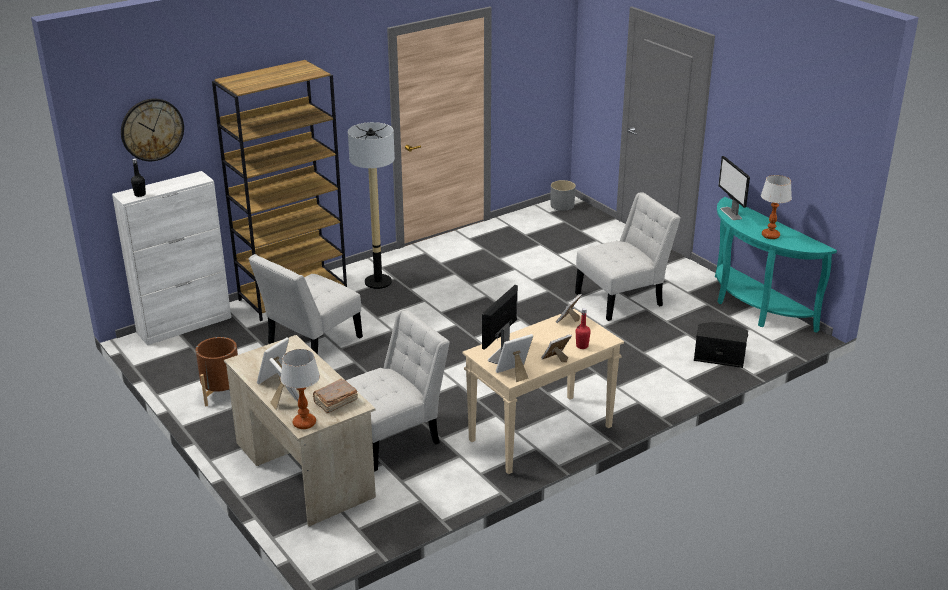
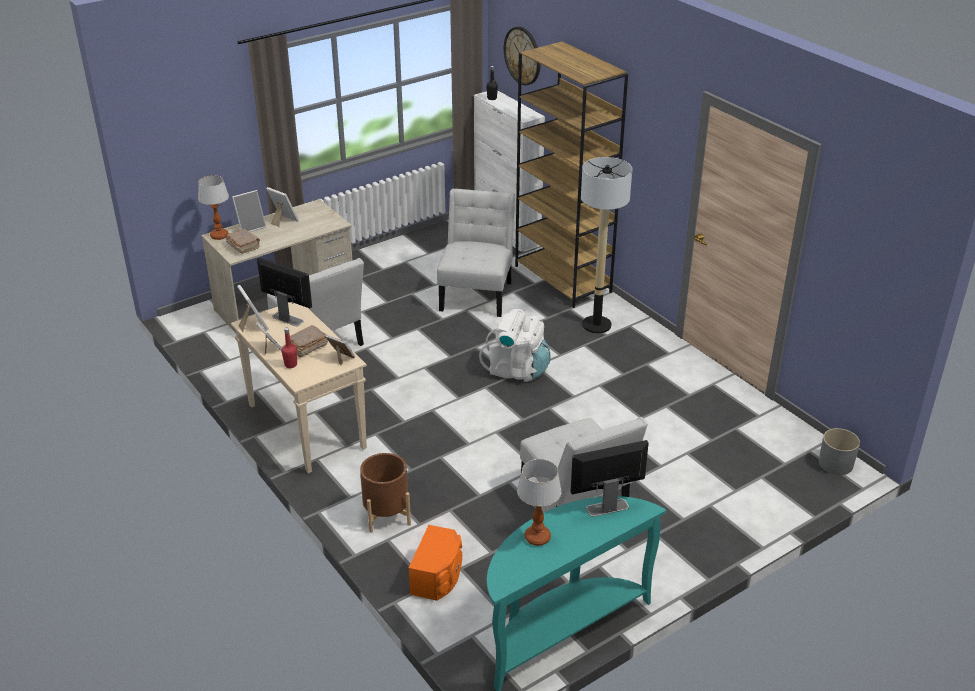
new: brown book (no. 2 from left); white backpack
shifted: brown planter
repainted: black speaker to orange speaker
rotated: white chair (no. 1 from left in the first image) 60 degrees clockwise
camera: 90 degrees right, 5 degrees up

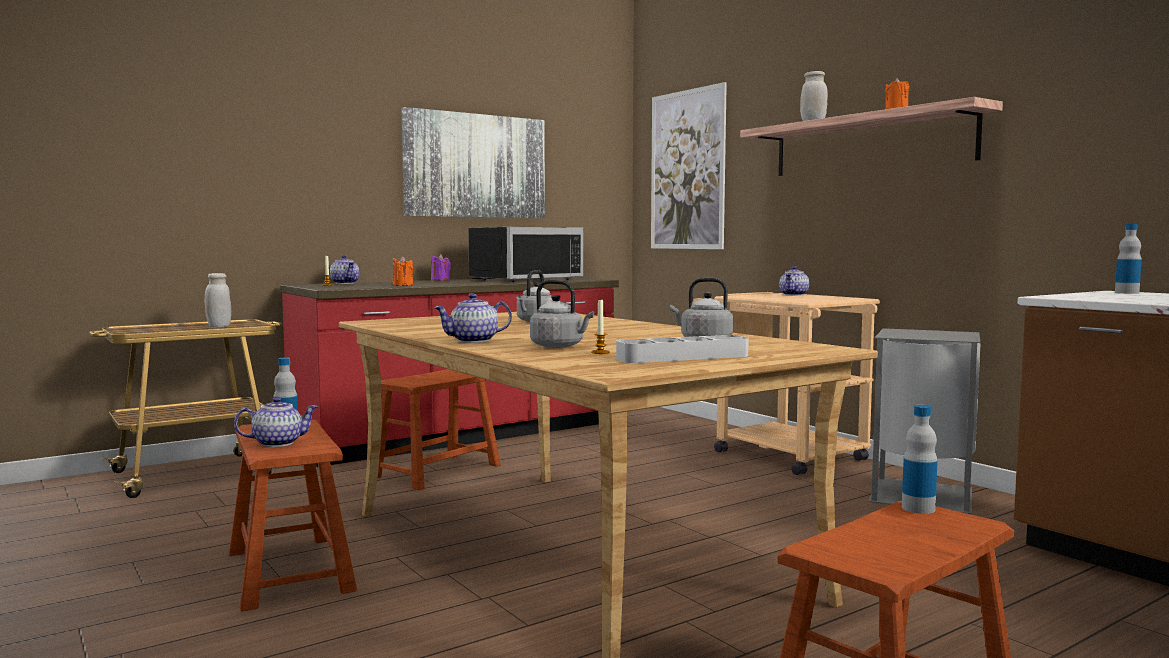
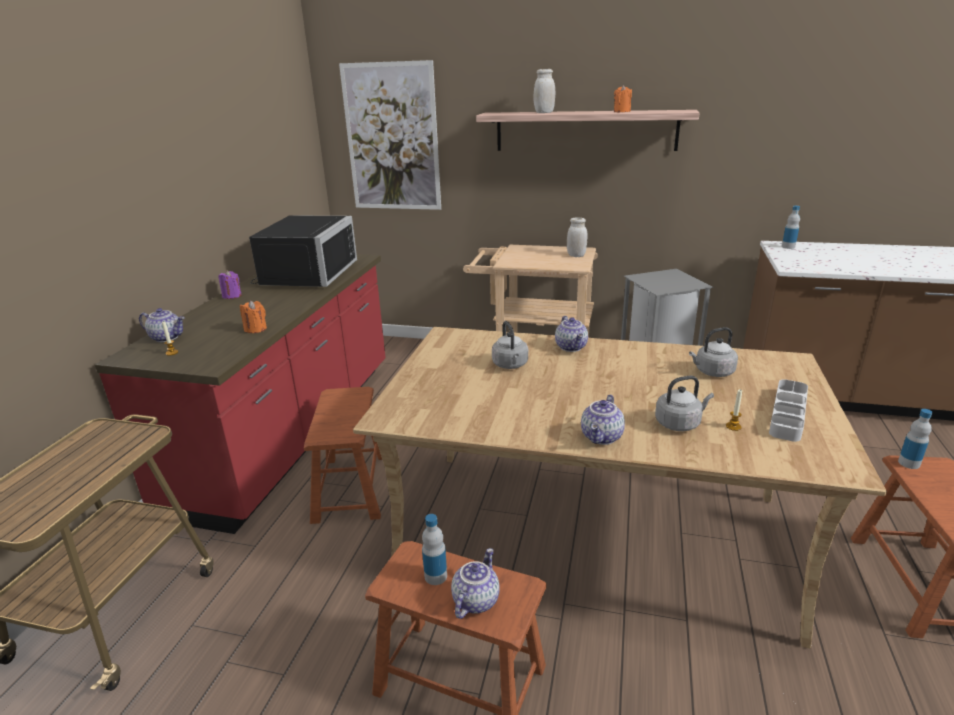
gone: picture (no. 1 from left)
shifted: white jar (no. 1 from left in the first image) to white jar (no. 2 from left); teapot (no. 4 from left in the first image) to teapot (no. 3 from left)
camera: 40 degrees left, 20 degrees up

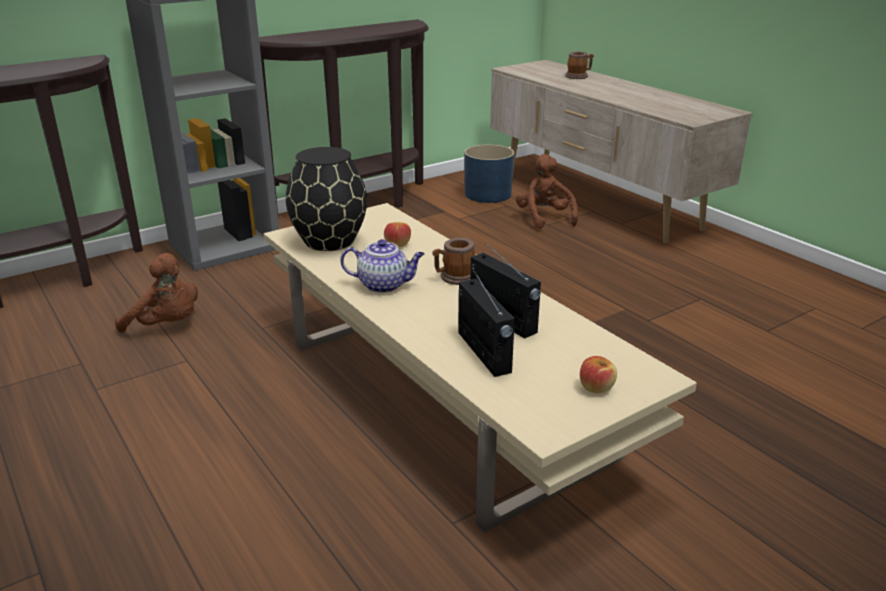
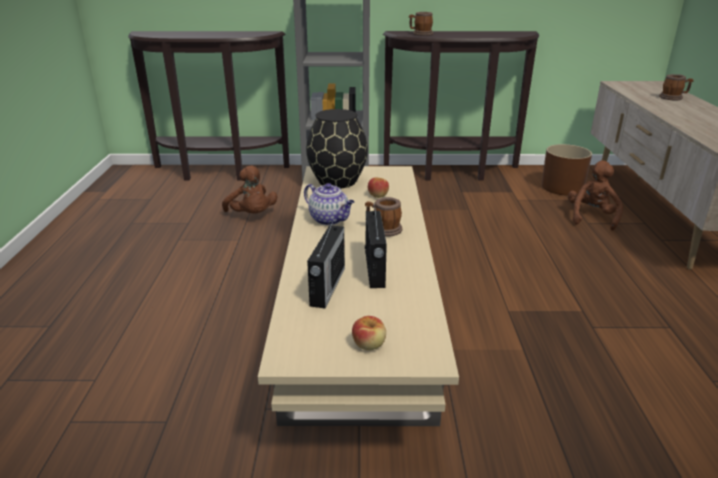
new: mug (no. 2 from left)
repainted: blue planter to brown planter
camera: 35 degrees right, 0 degrees up

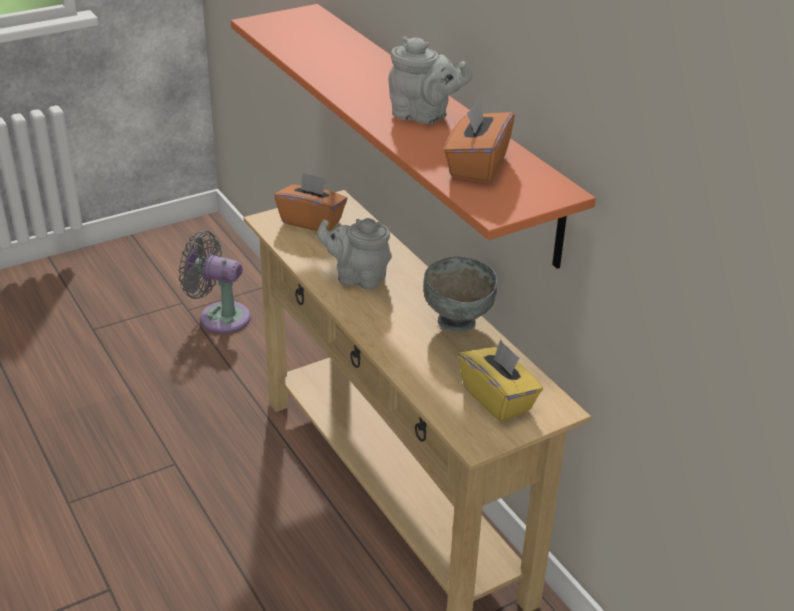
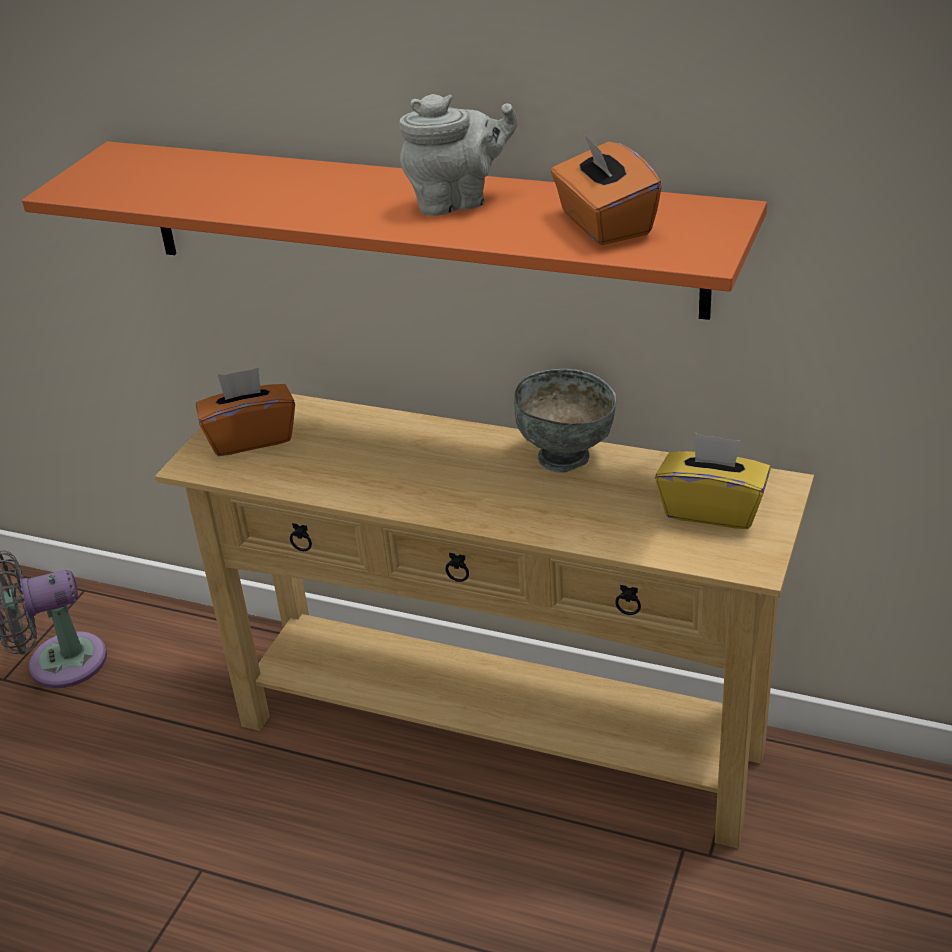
gone: grey teapot (no. 1 from left)
camera: 35 degrees left, 0 degrees up

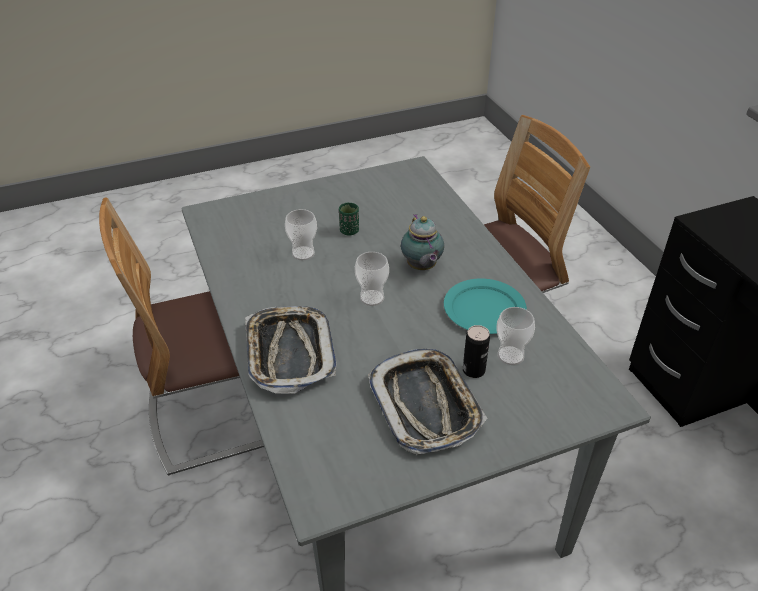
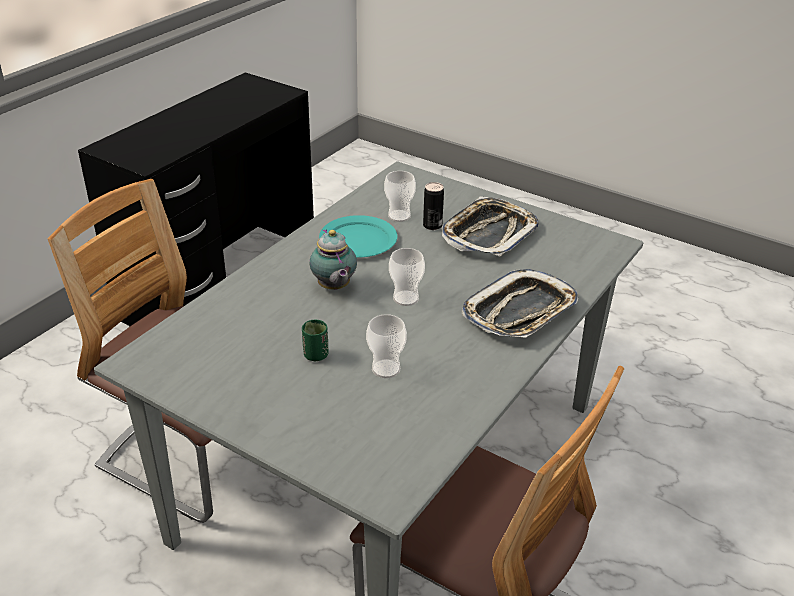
rotated: teapot 120 degrees clockwise
camera: 125 degrees left, 5 degrees down

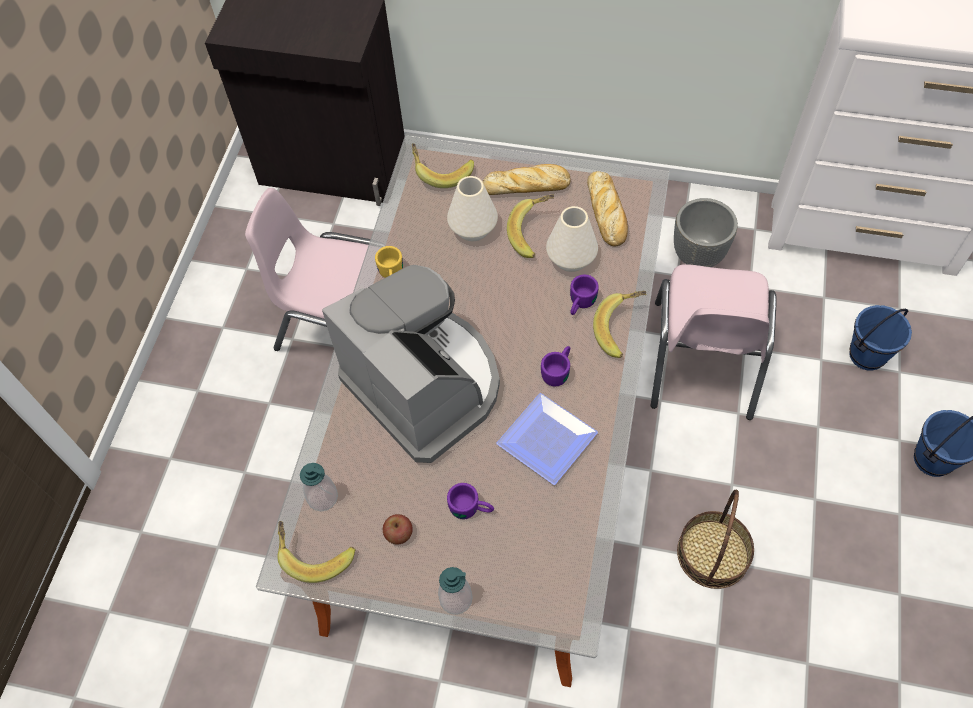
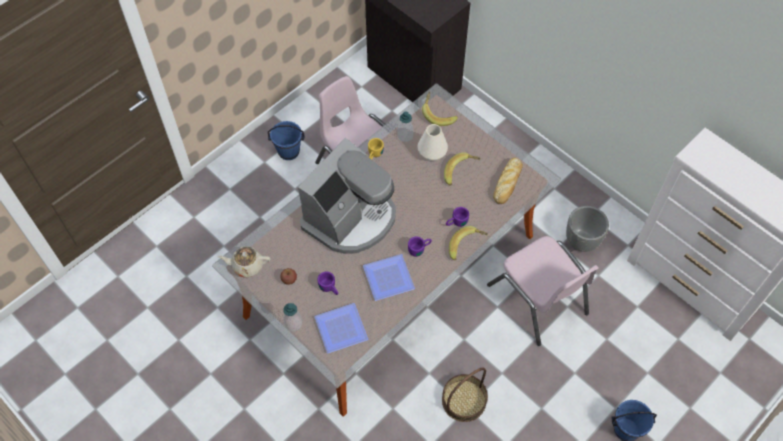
gone: bread (no. 1 from left); white vase (no. 2 from left)
new: plate (no. 1 from left)
shifted: soap dispenser (no. 1 from left in the first image) to soap dispenser (no. 2 from left); blue bucket (no. 1 from left)
swapped: banana (no. 1 from left) to beige teapot
rotated: coffee machine 45 degrees clockwise; pink chair (no. 2 from left) 75 degrees counterclockwise
camera: 30 degrees right, 0 degrees up

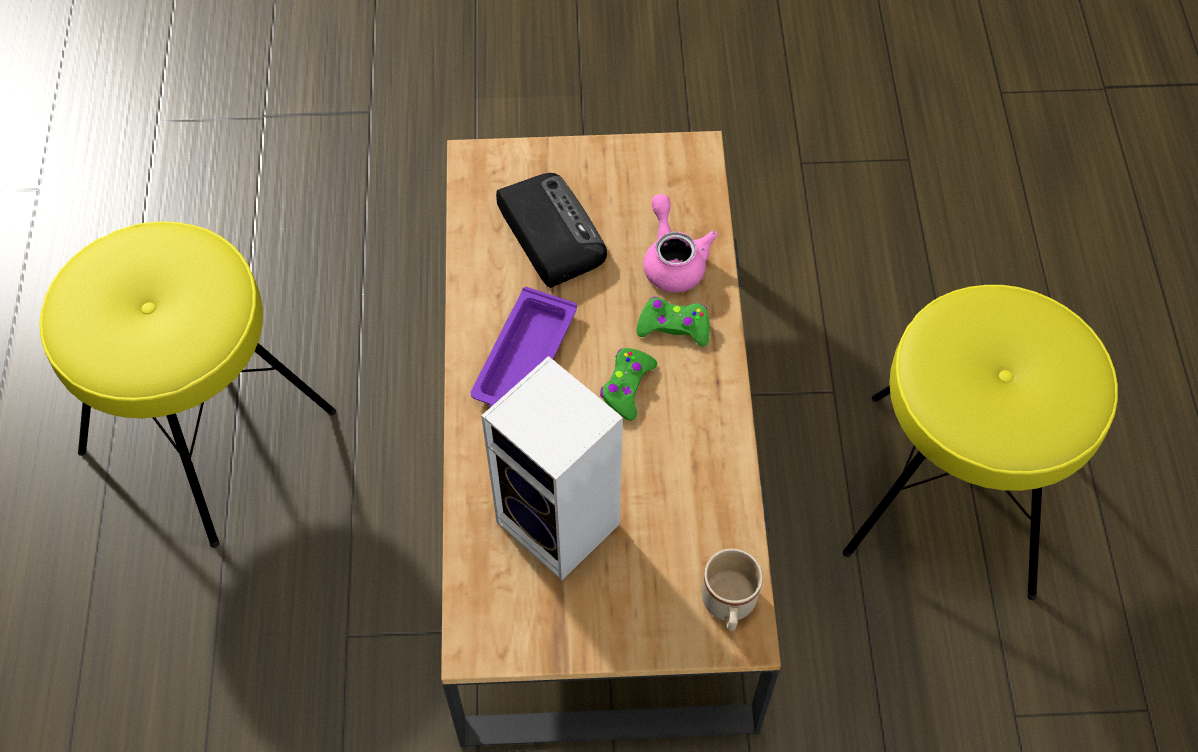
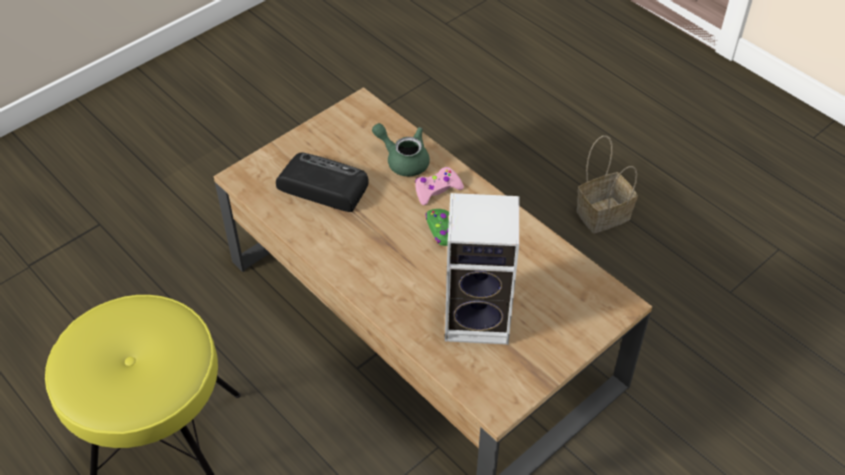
gone: purple tray; beige mug
swapped: yellow stool (no. 2 from left) to basket
repainted: green game controller (no. 2 from left) to pink game controller; pink teapot to green teapot
camera: 40 degrees left, 10 degrees down

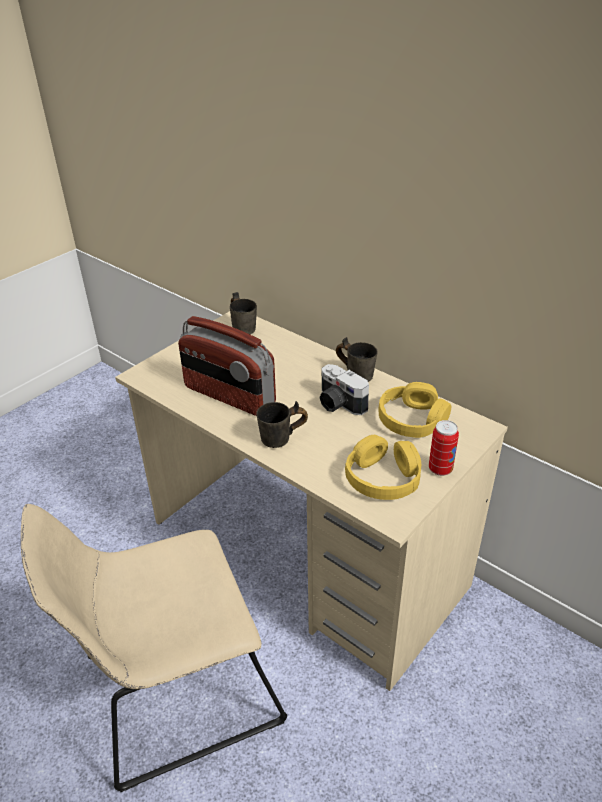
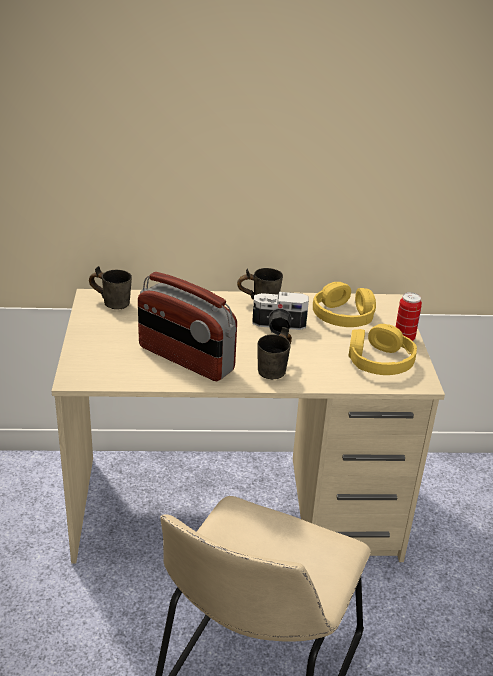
rotated: radio 45 degrees clockwise
camera: 45 degrees left, 5 degrees down

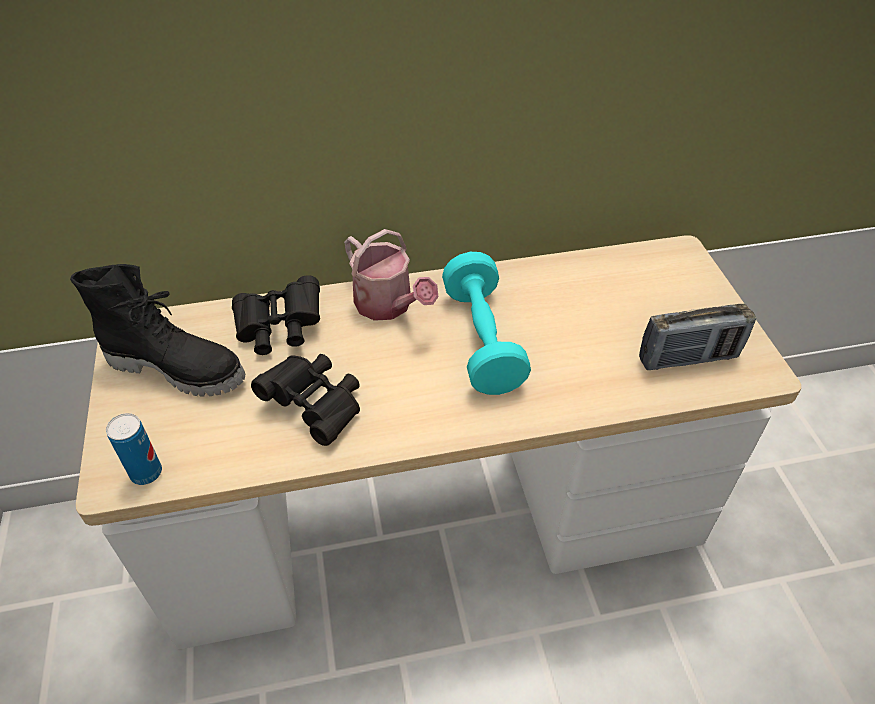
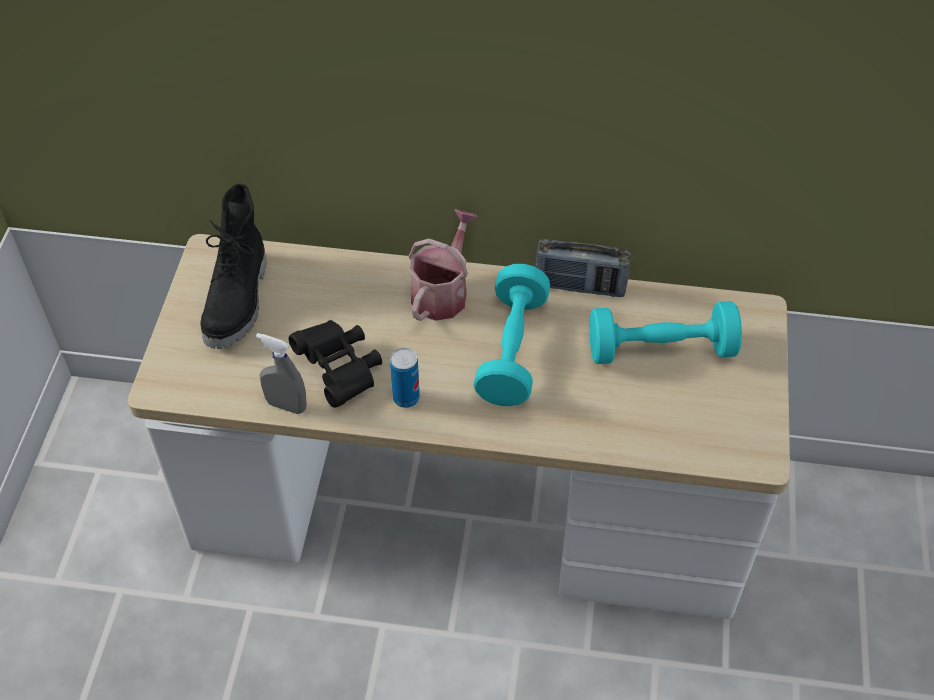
gone: black binoculars (no. 1 from left)
new: grey spray bottle; turquoise dumbbell (no. 2 from left)
shifted: can; radio
rotated: black boot 60 degrees clockwise; watering can 135 degrees counterclockwise
camera: 20 degrees right, 5 degrees up

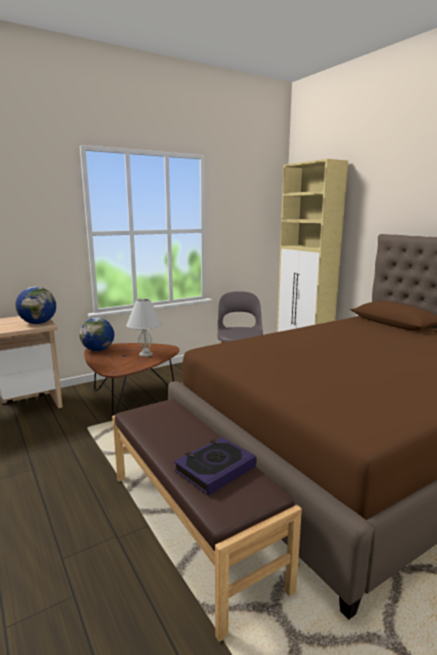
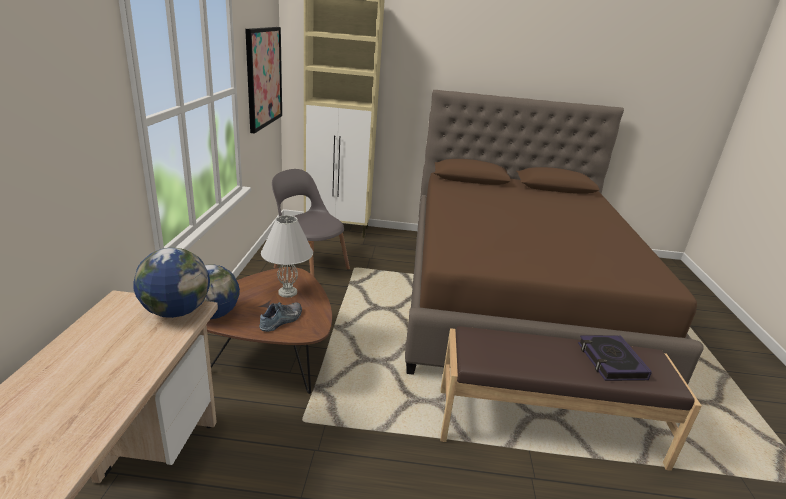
new: picture; shoe
camera: 55 degrees left, 10 degrees up

